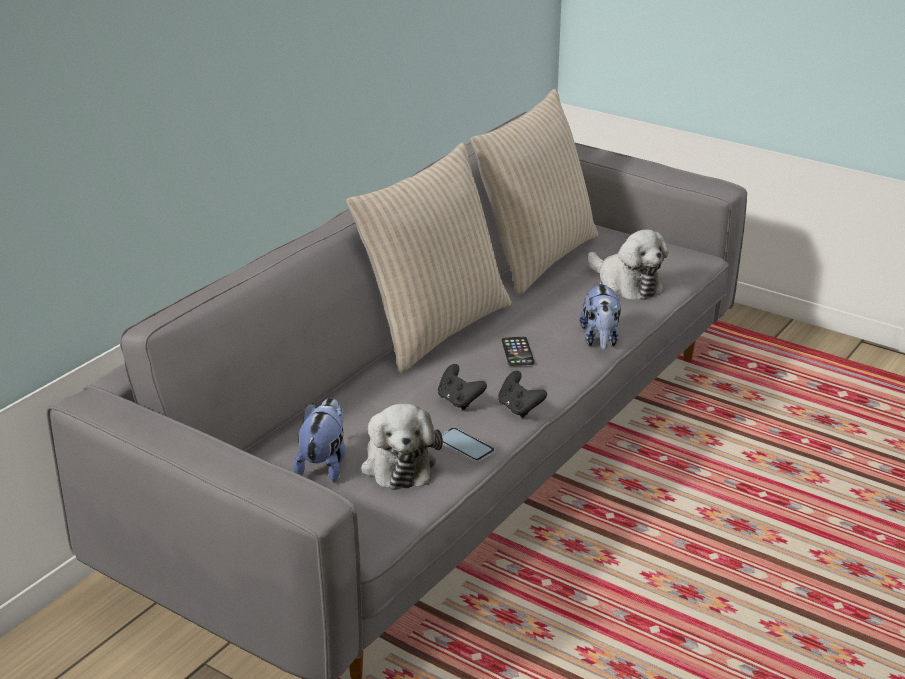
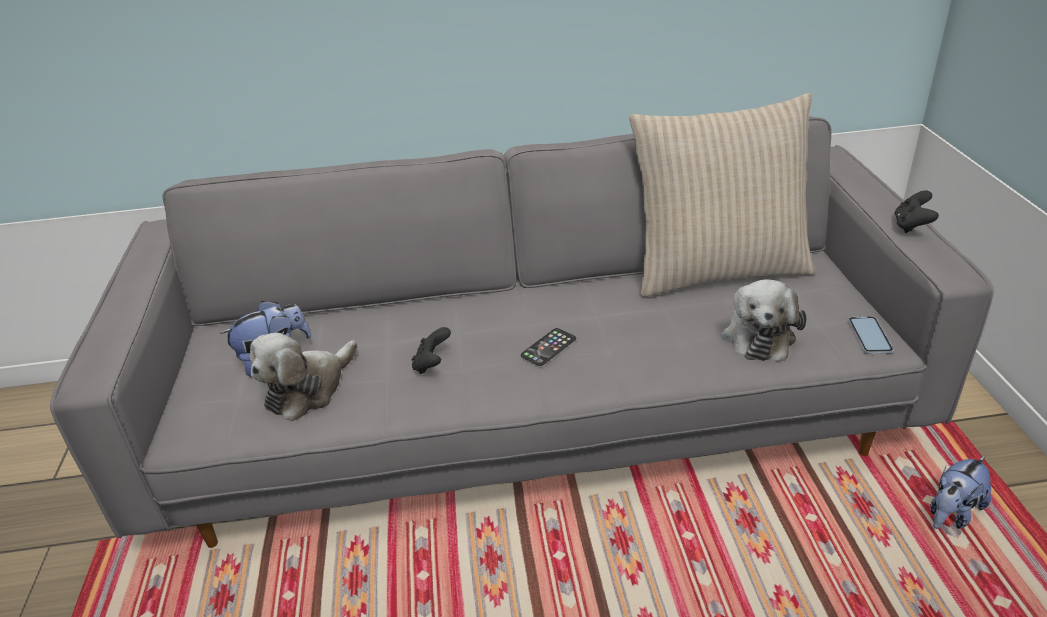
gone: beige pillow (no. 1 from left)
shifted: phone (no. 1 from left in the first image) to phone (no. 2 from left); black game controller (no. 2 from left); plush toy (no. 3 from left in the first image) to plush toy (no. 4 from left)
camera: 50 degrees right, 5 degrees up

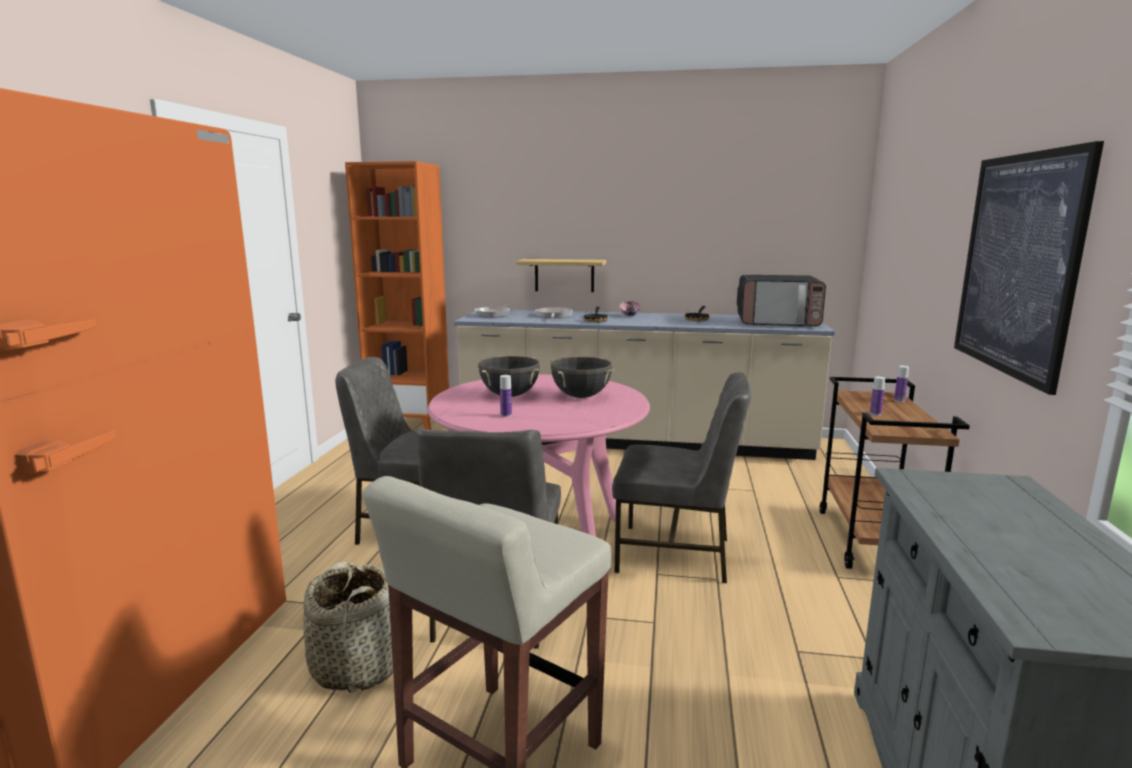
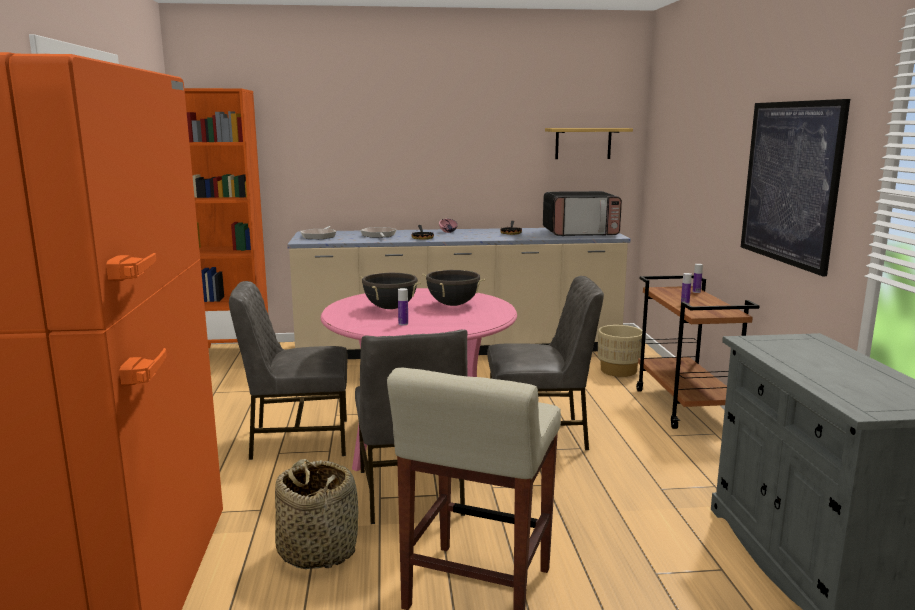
new: beige planter
shifted: shelf
camera: 15 degrees left, 0 degrees up

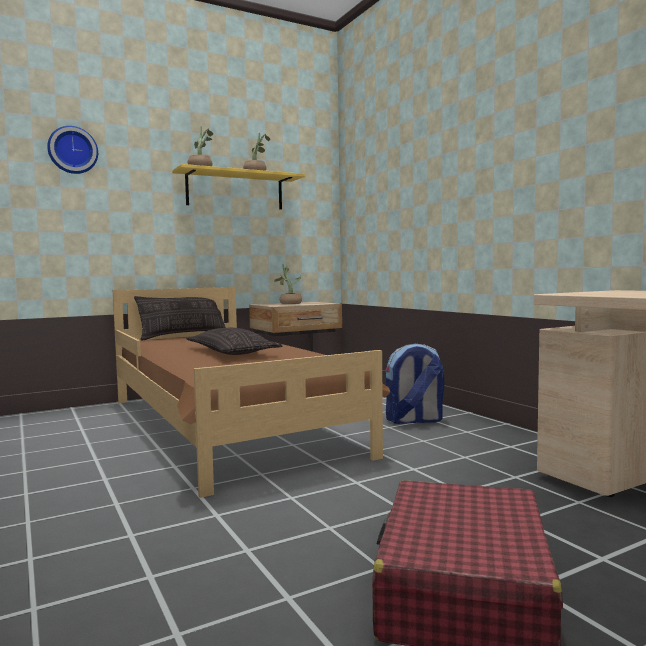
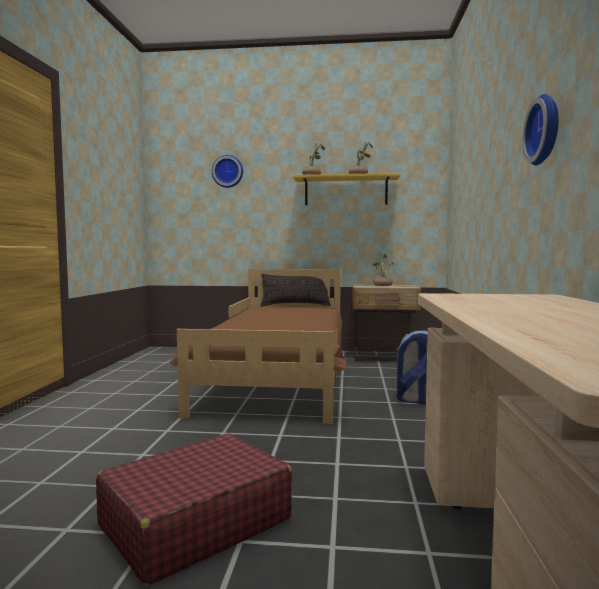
gone: pillow (no. 2 from left)
new: wall clock (no. 2 from left)
camera: 35 degrees right, 0 degrees up

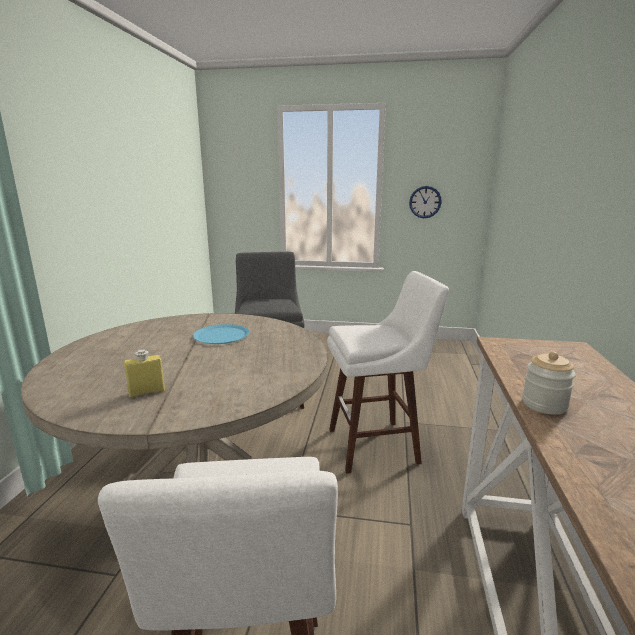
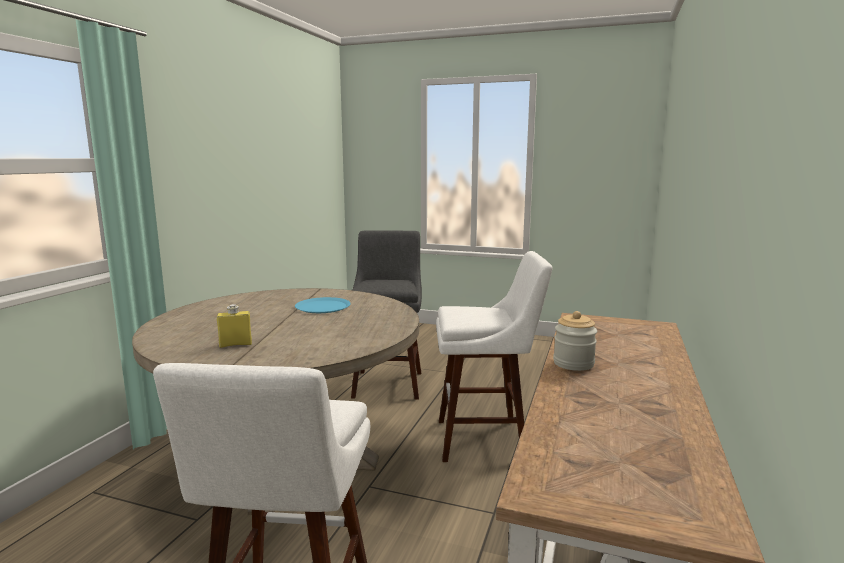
gone: wall clock
camera: 10 degrees right, 5 degrees down

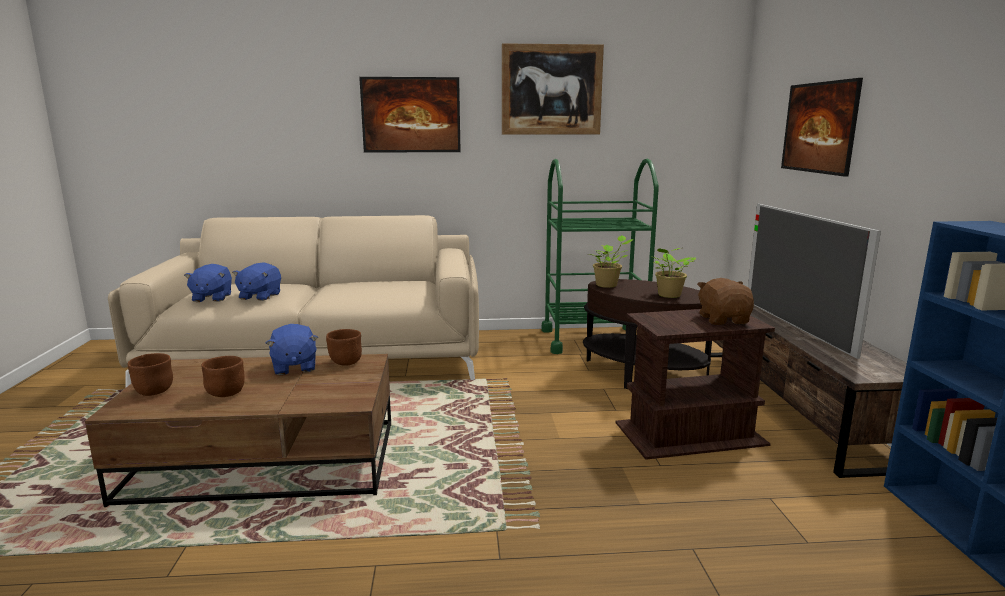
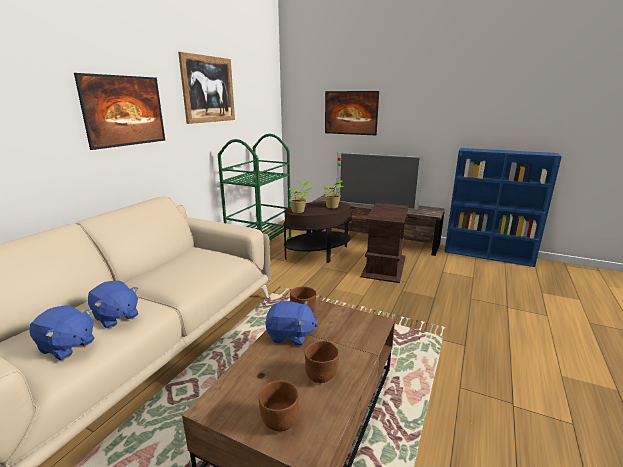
gone: brown plush toy
camera: 60 degrees left, 5 degrees up

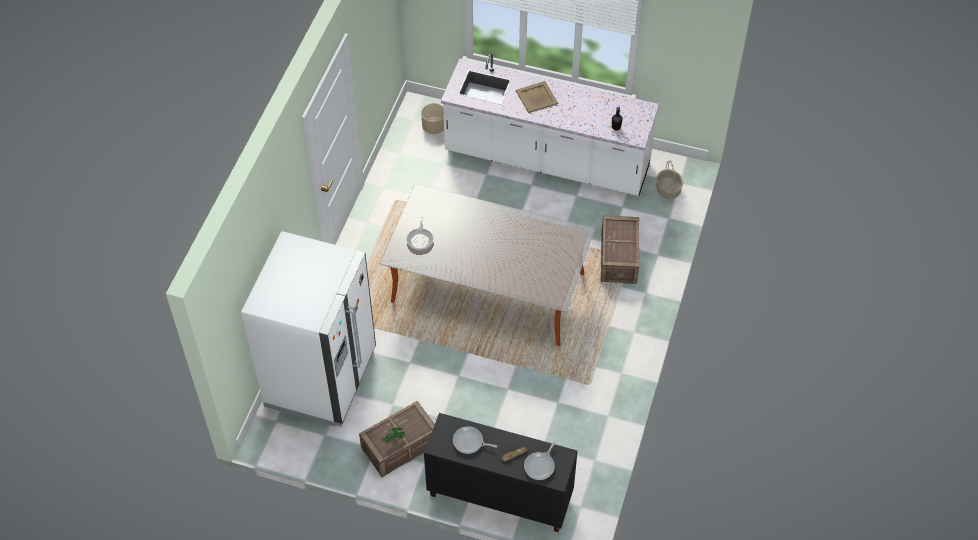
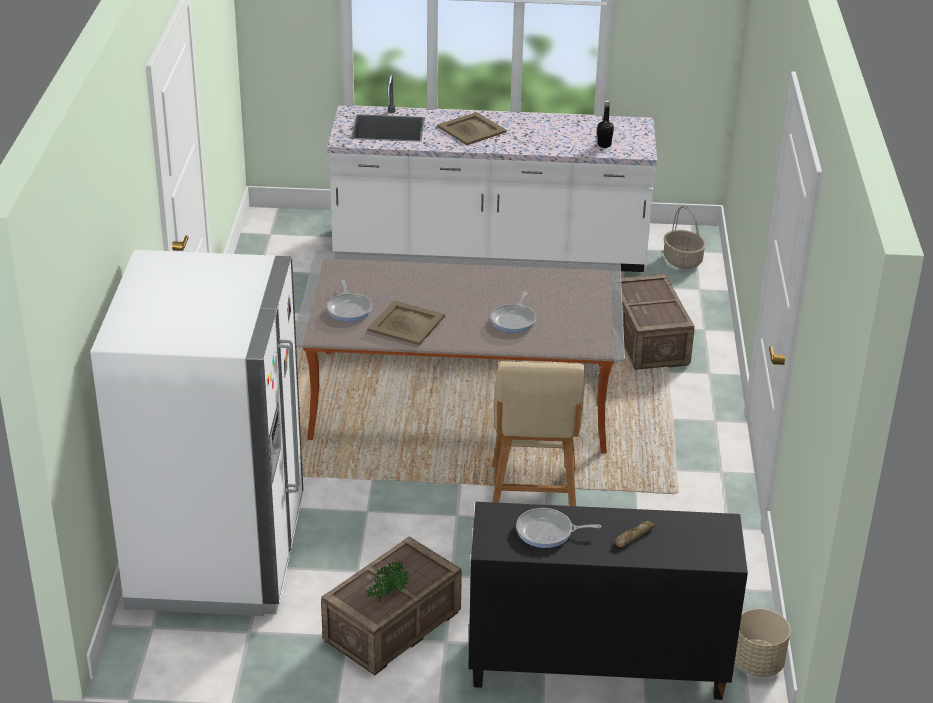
new: beige tray (no. 1 from left); beige stool
shifted: beige planter; frying pan (no. 3 from left in the first image) to frying pan (no. 2 from left)
camera: 15 degrees left, 20 degrees down

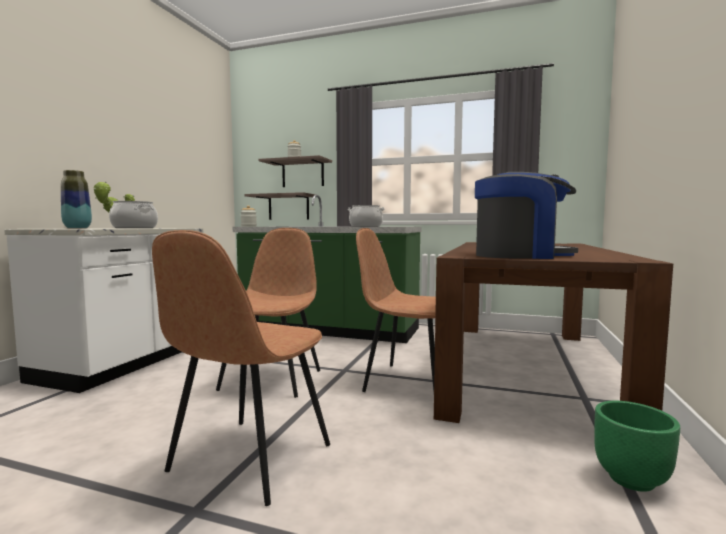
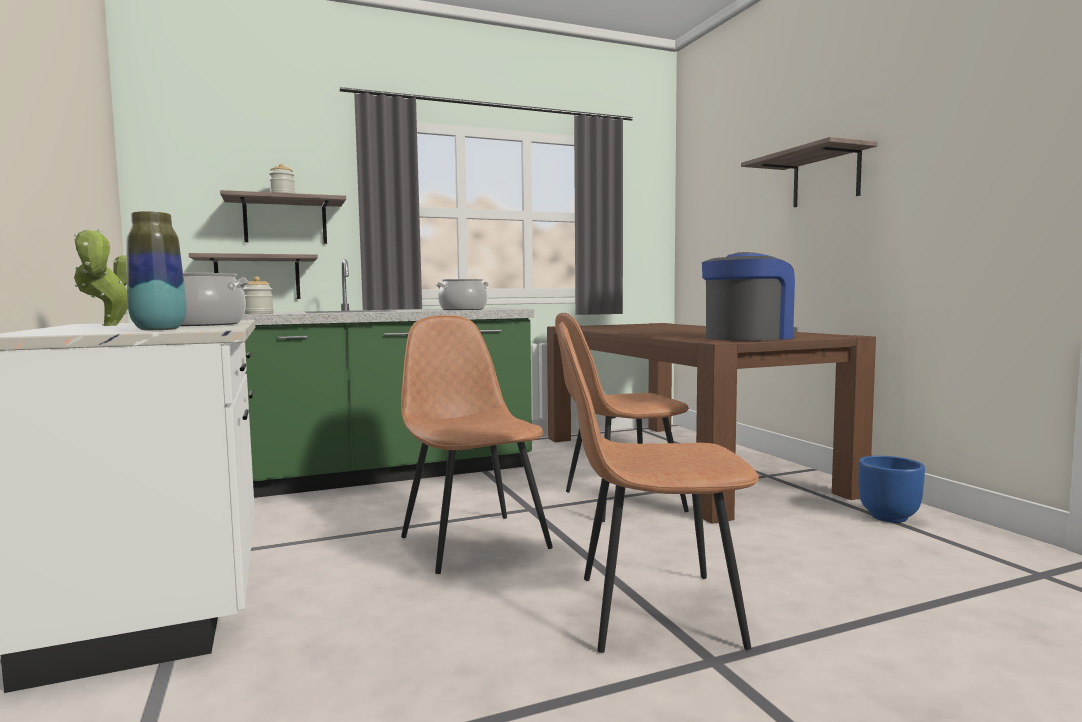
new: shelf (no. 3 from left)
repainted: green planter to blue planter
rotated: brown chair (no. 1 from left in the first image) 105 degrees clockwise
camera: 40 degrees left, 0 degrees up

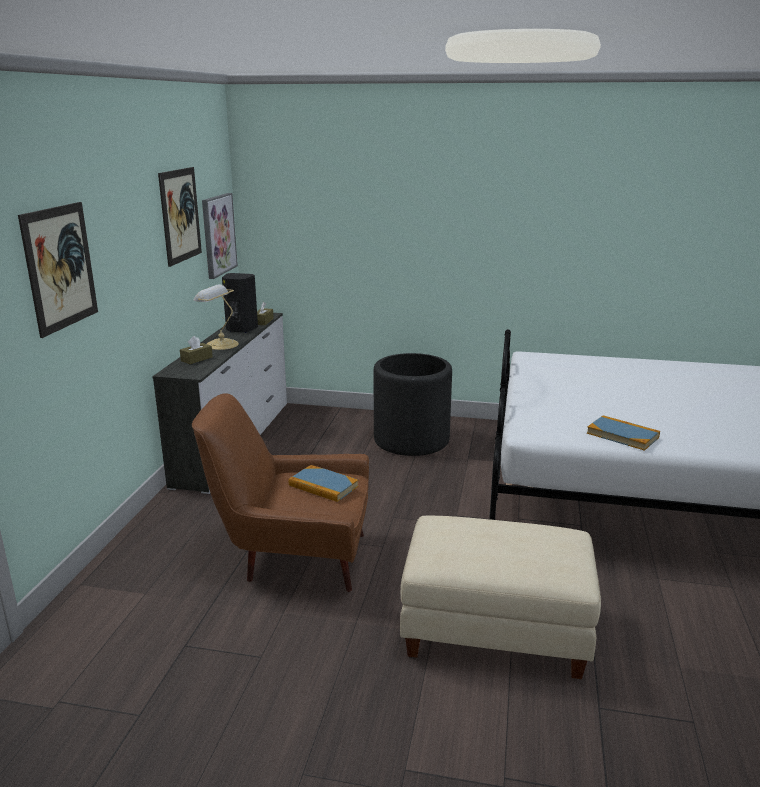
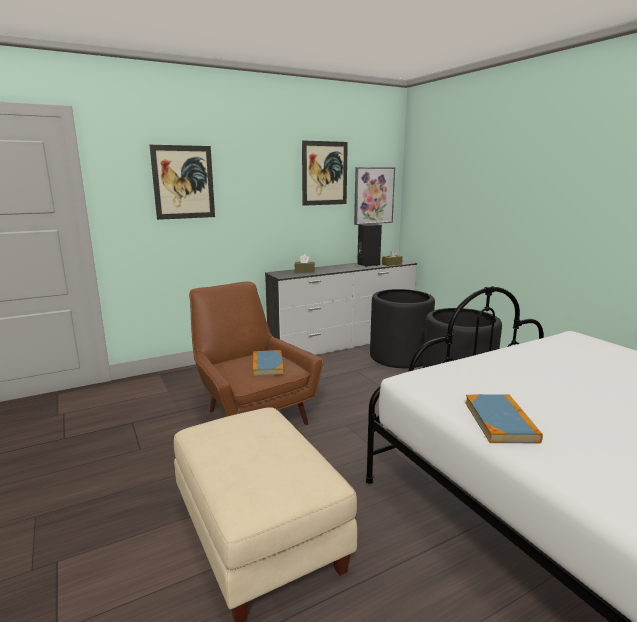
gone: table lamp
new: black planter (no. 1 from left)
camera: 50 degrees right, 5 degrees down

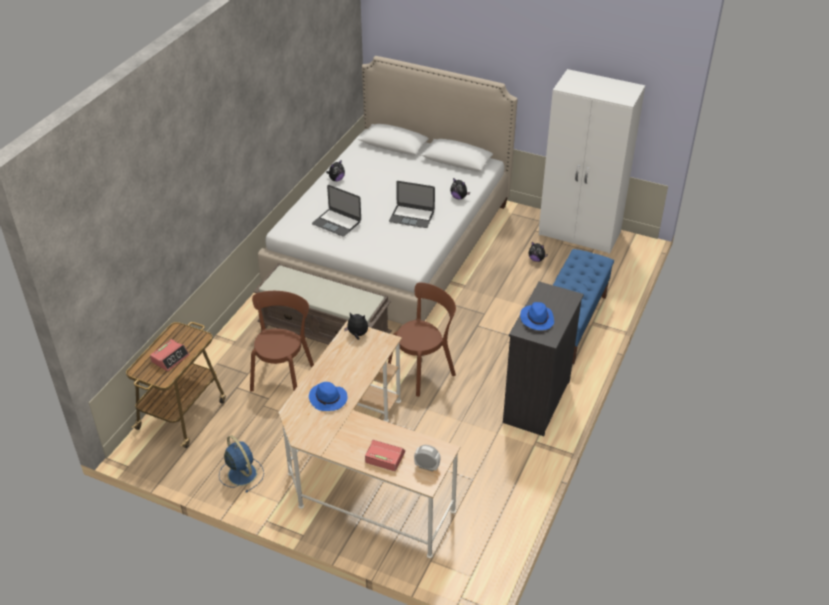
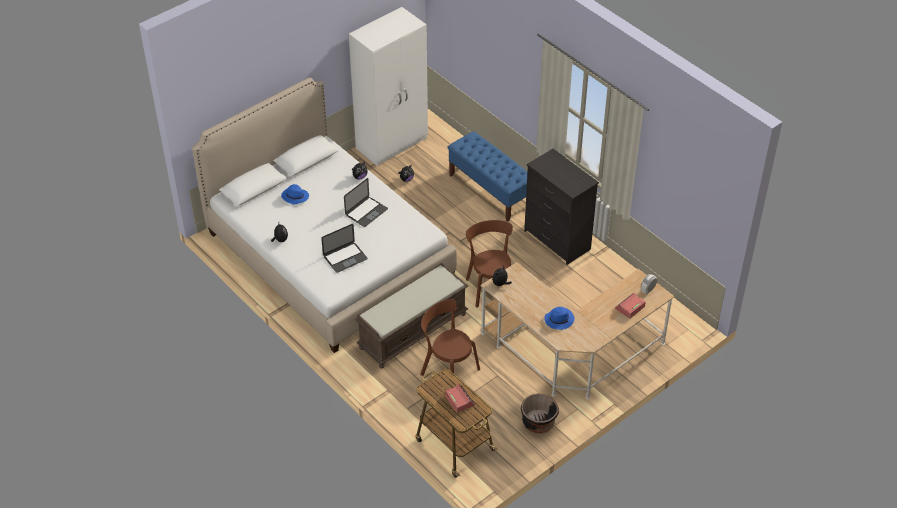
shifted: blue hat (no. 2 from left in the first image) to blue hat (no. 1 from left)
swapped: blue fan to black planter
camera: 65 degrees left, 5 degrees up

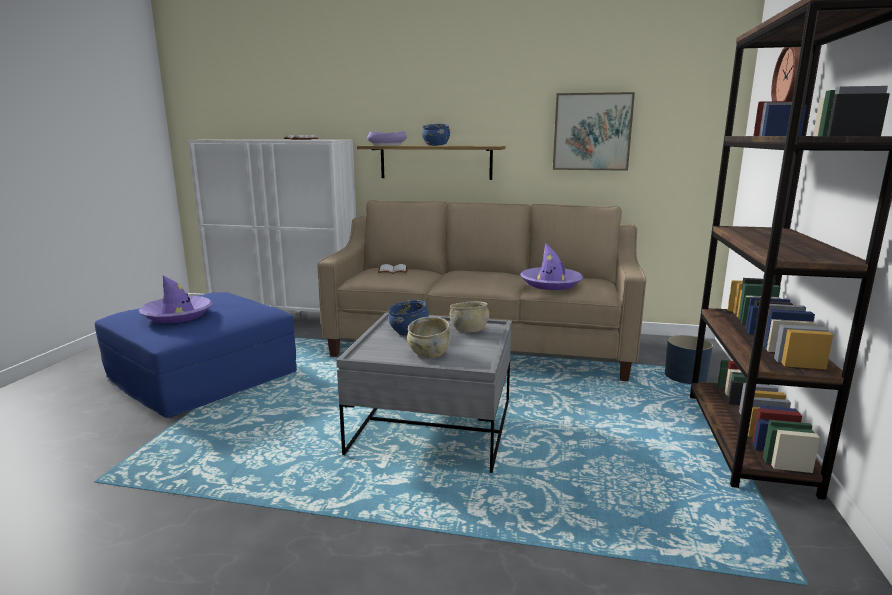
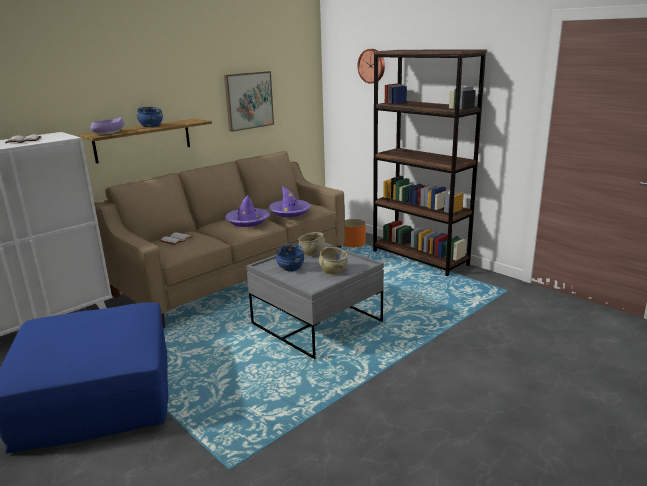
shifted: purple hat (no. 1 from left)
repainted: blue planter to orange planter
camera: 55 degrees left, 5 degrees up

